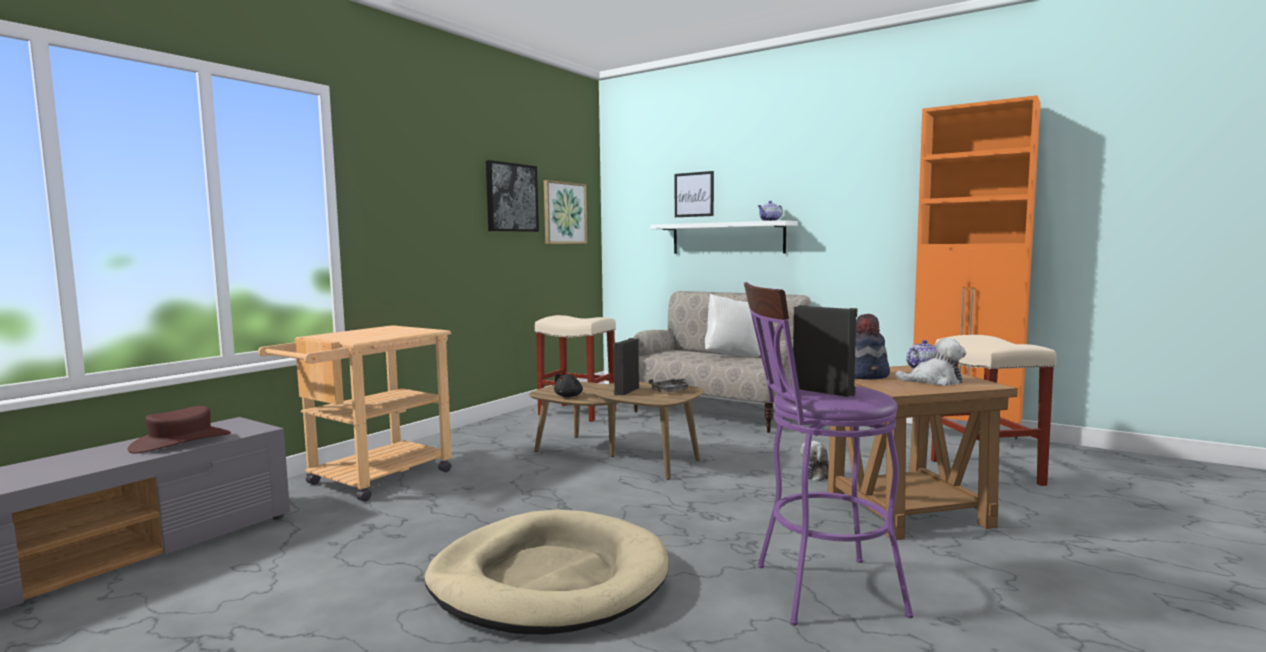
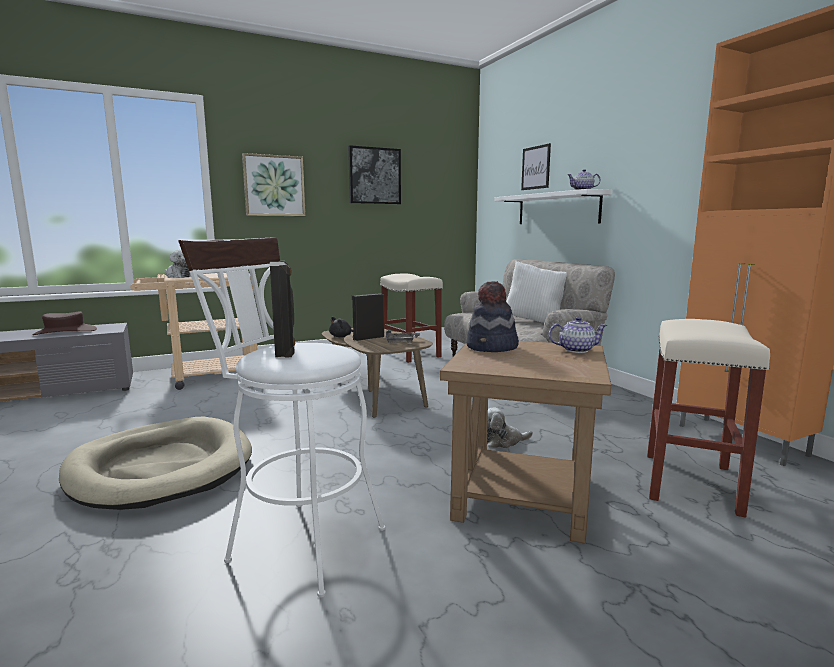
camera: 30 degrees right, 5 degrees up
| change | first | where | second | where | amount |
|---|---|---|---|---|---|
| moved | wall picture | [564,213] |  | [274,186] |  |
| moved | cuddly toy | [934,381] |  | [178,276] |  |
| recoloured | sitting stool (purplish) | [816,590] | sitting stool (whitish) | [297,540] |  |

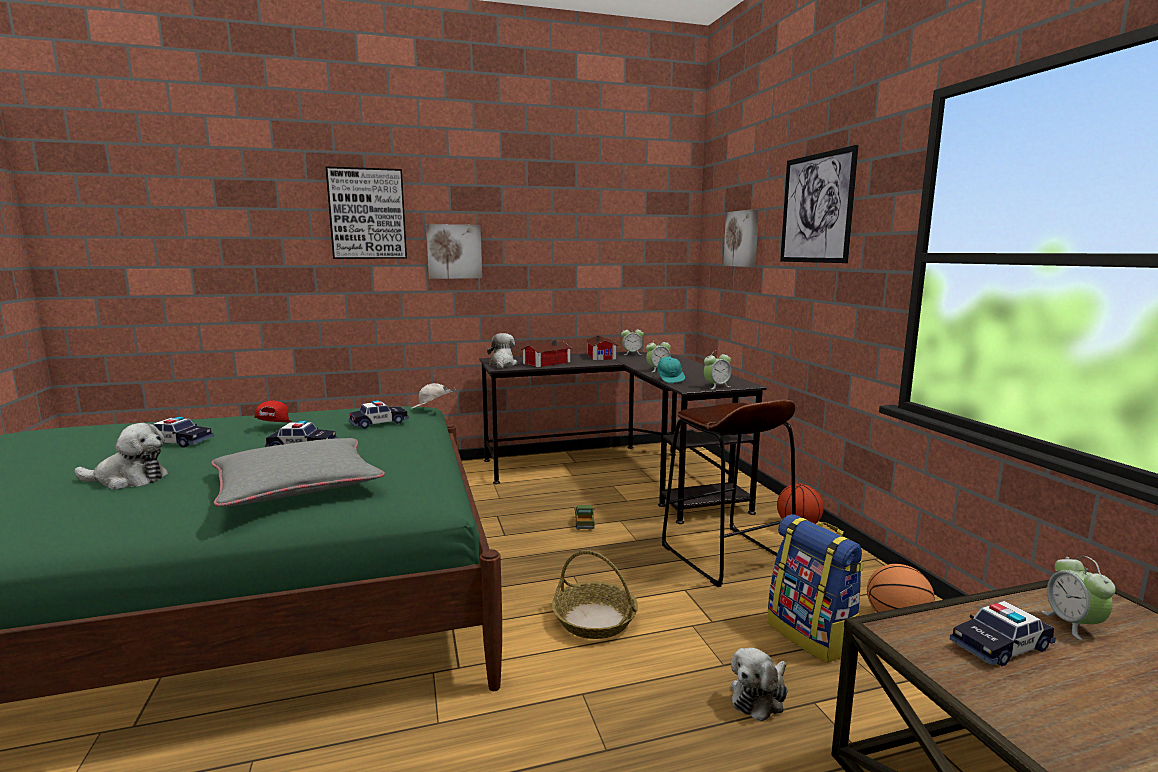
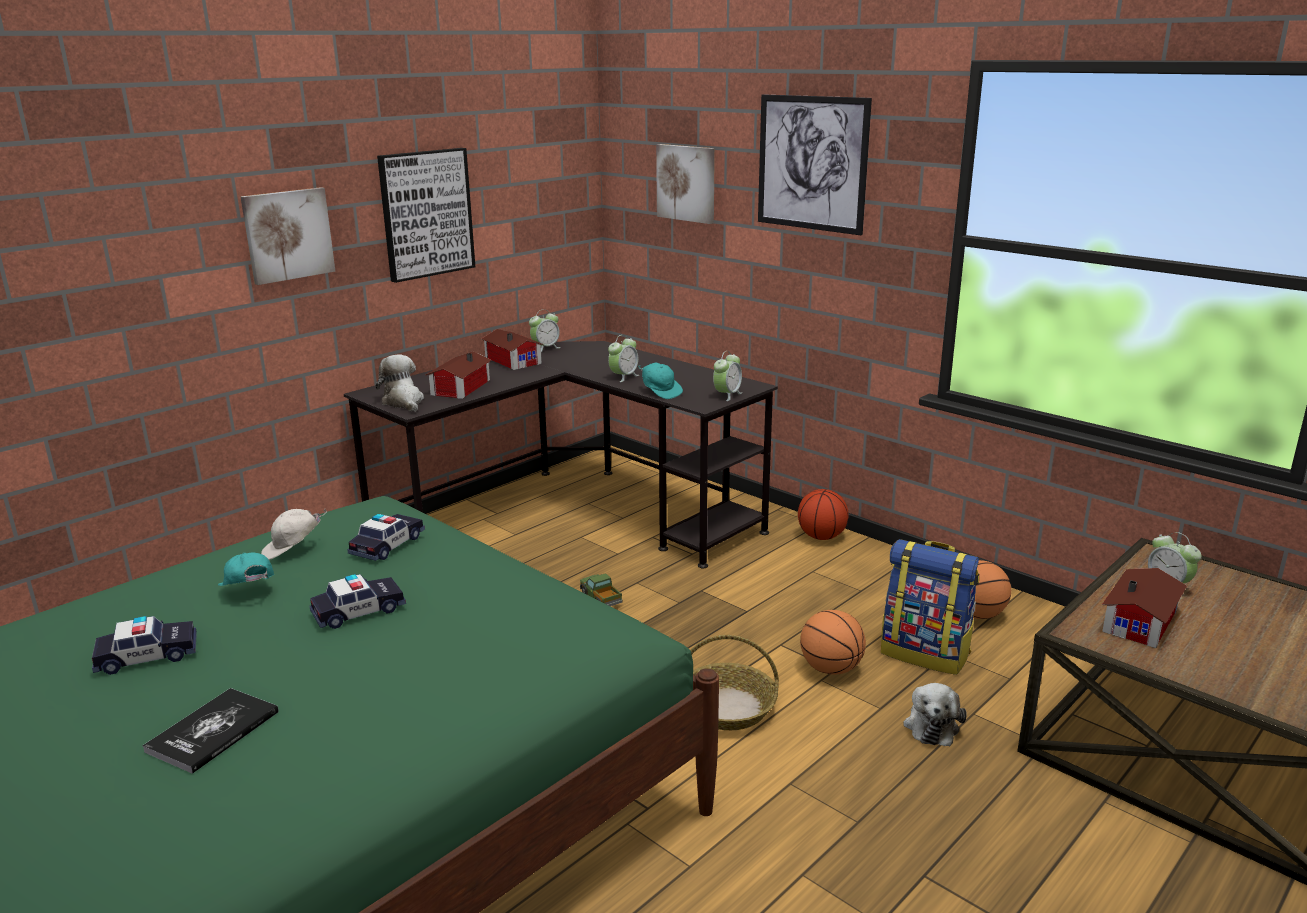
camera: 30 degrees left, 10 degrees up
| change | first | where | second | where | amount |
|---|---|---|---|---|---|
| removed | throw pillow (greyish) | [297,484] |  |  |  |
| removed | sitting stool (brown) | [726,555] |  |  |  |
| added |  |  | basketball | [830,669] |  |
| moved | wall picture | [367,214] |  | [426,213] |  |
| moved | baseball cap (whitish) | [431,408] |  | [293,550] |  |
| replaced | cuddly toy | [128,480] | volume | [213,731] |  |
| replaced | miniature car | [1001,645] | toy house | [1143,620] |  |
| recoloured | baseball cap (red-coloured) | [273,428] | baseball cap (turquoise) | [249,593] |  |

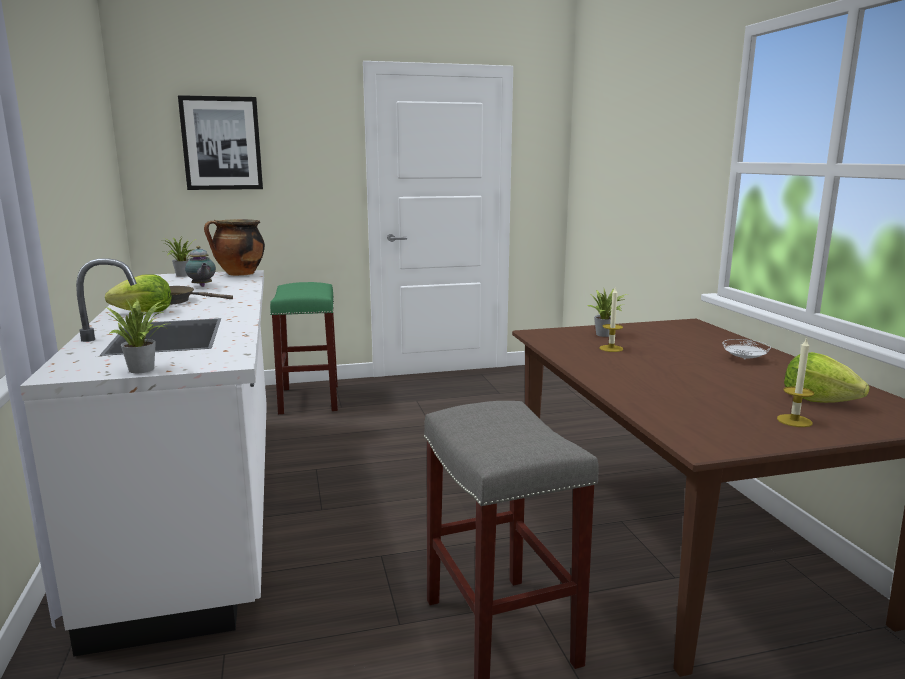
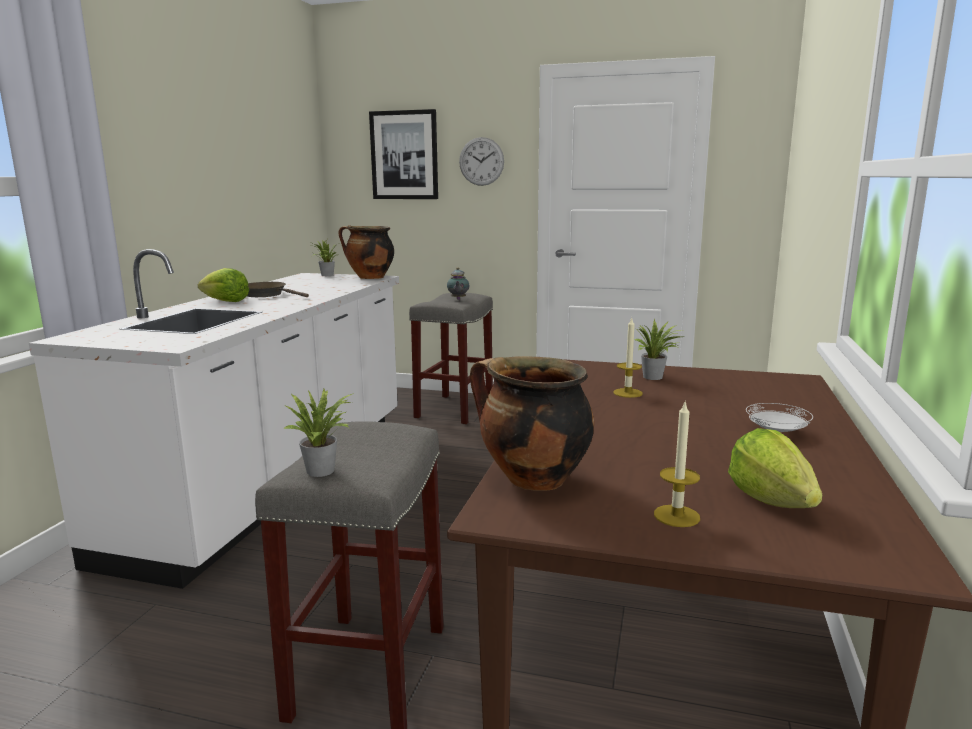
camera: 30 degrees right, 0 degrees up
| change | first | where | second | where | amount |
|---|---|---|---|---|---|
| added |  |  | clock on the wall | [481,161] |  |
| added |  |  | saucepot | [532,480] |  |
| moved | plant in a pot | [145,369] |  | [324,470] |  |
| moved | teapot | [202,286] |  | [458,299] |  |
| recoloured | sitting stool (green) | [309,399] | sitting stool (greyish) | [454,409] |  |

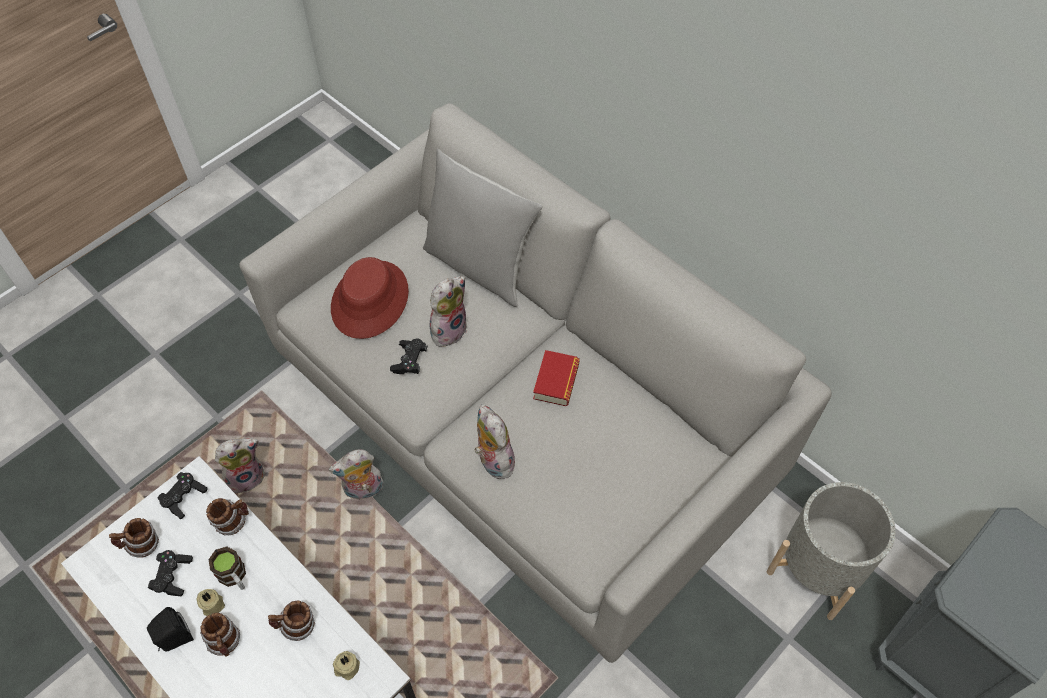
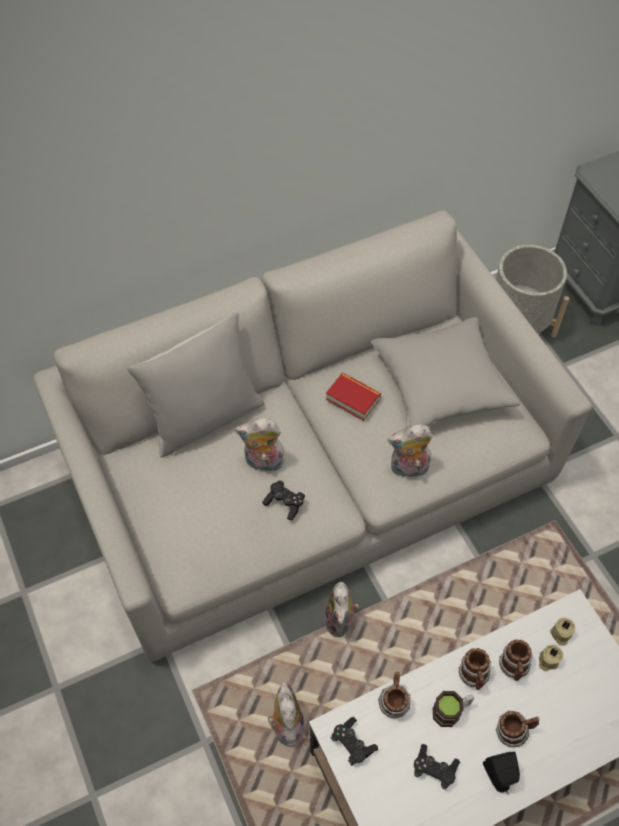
camera: 70 degrees left, 0 degrees up
| change | first | where | second | where | amount |
|---|---|---|---|---|---|
| removed | clothing hat (red-coloured) | [370,300] |  |  |  |
| added |  |  | throw pillow (greyish) | [441,385] |  |
| moved | mug | [141,545] |  | [474,676] |  |
| moved | candle (beige-coloured) | [212,604] |  | [547,661] |  |
| turned | cuddly toy | [448,329] |  | [263,463] | 60 degrees counterclockwise |

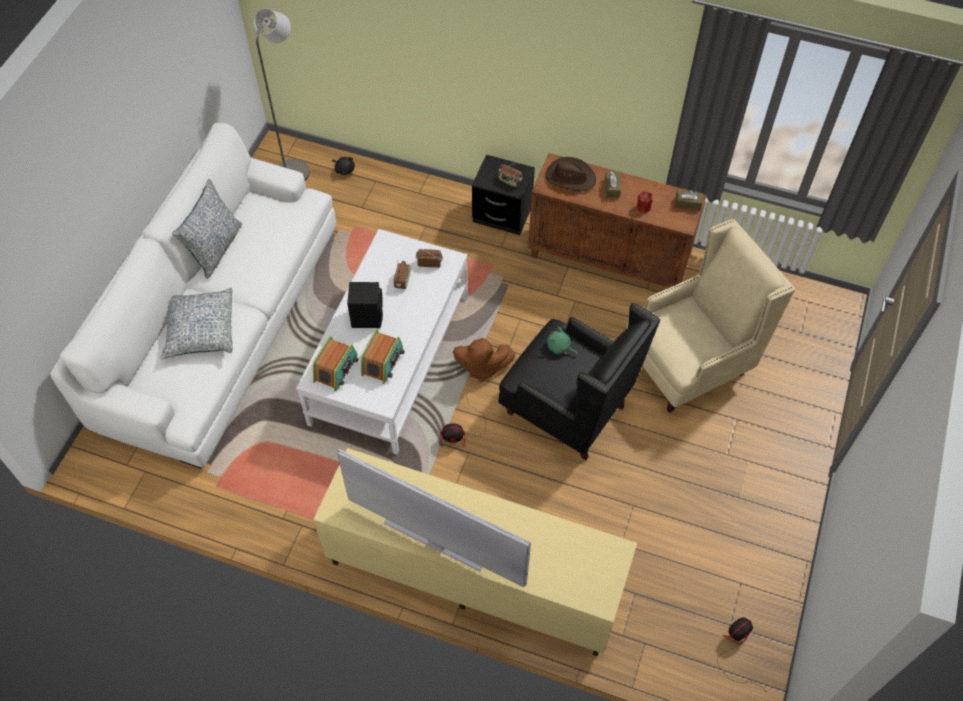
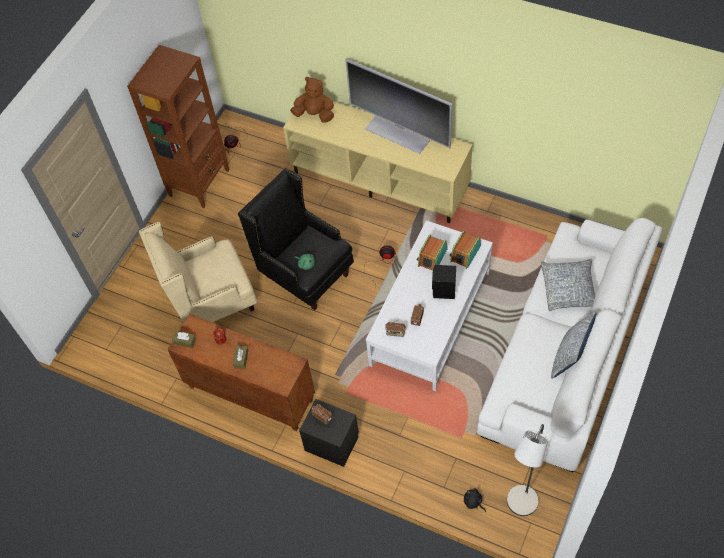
camera: 170 degrees left, 0 degrees up
| change | first | where | second | where | amount |
|---|---|---|---|---|---|
| removed | clothing hat (brown) | [570,177] |  |  |  |
| added |  |  | bookcase (brown) | [200,182] |  |
| moved | cuddly toy (brown) | [482,367] |  | [315,114] |  |

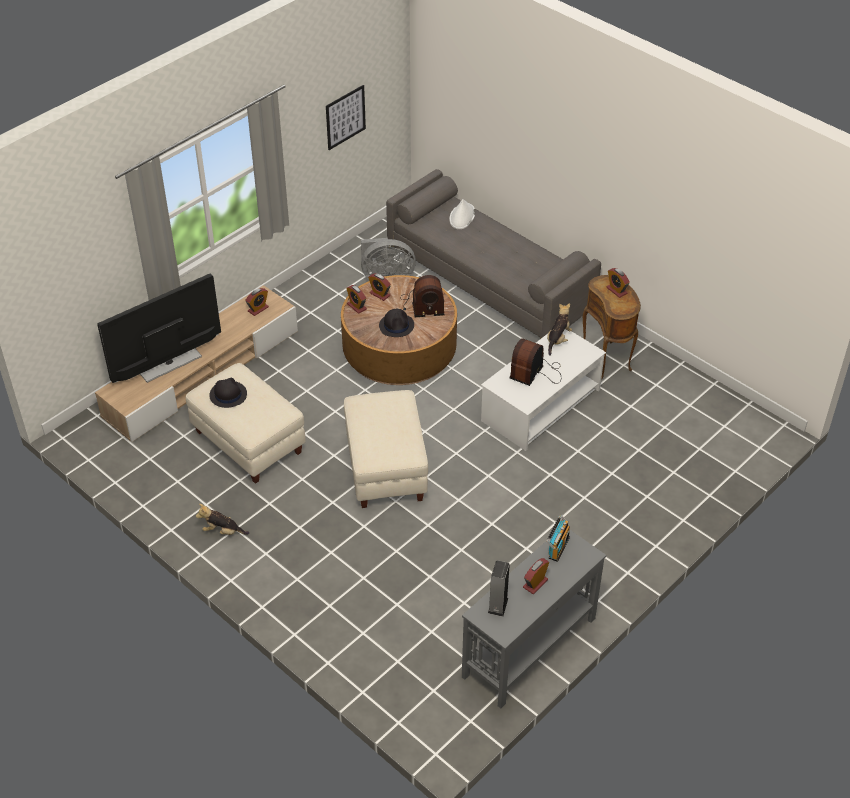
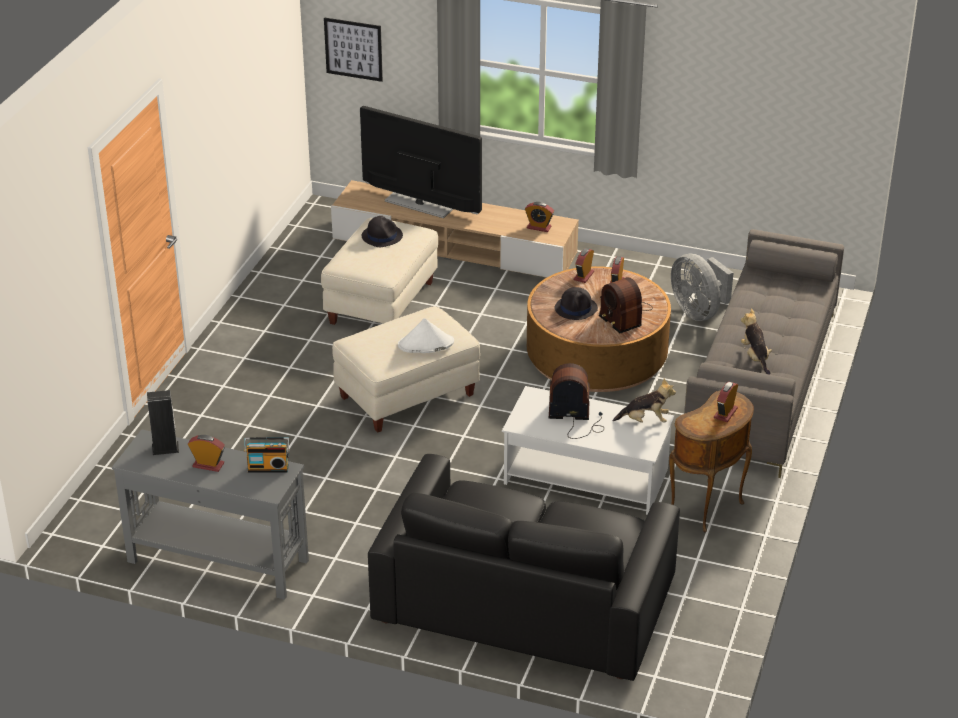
camera: 65 degrees right, 10 degrees down
| change | first | where | second | where | amount |
|---|---|---|---|---|---|
| added |  |  | couch (black-coloured) | [525,598] |  |
| moved | cuddly toy | [222,531] |  | [755,357] |  |
| moved | wall picture | [345,117] |  | [353,49] |  |
| moved | clothing hat (whitish) | [462,217] |  | [425,344] |  |

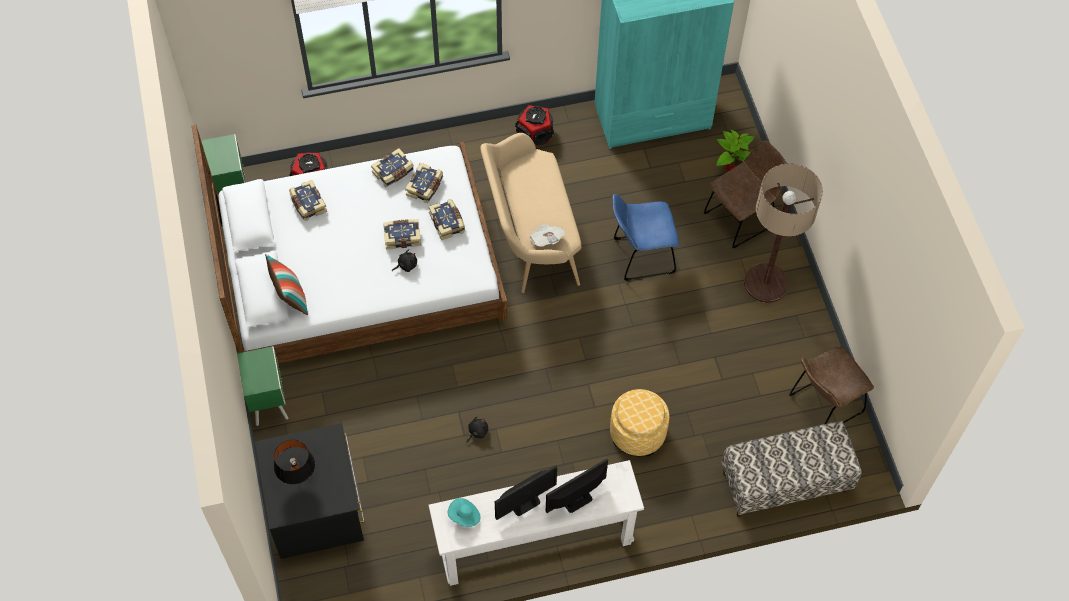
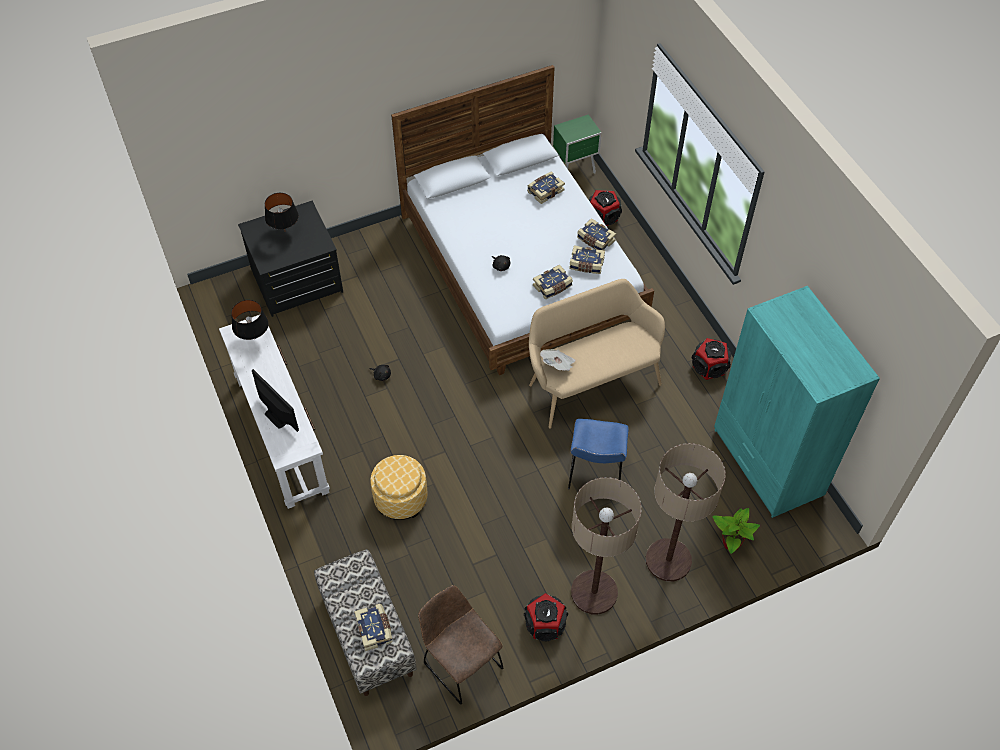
camera: 80 degrees right, 5 degrees down
| change | first | where | second | where | amount |
|---|---|---|---|---|---|
| removed | bedside table (green) | [269,402] |  |  |  |
| removed | throw pillow | [290,297] |  |  |  |
| removed | monitor | [524,502] |  |  |  |
| added |  |  | speaker | [545,624] |  |
| moved | volume | [402,236] |  | [375,629] |  |
| replaced | clothing hat (turquoise) | [464,516] | lamp for a table (black-coloured) | [254,339] |  |
| replaced | chair (brown) | [741,218] | standing lamp | [668,560] |  |
| turned | chair (bluish) | [640,256] |  | [595,474] | 150 degrees counterclockwise |

